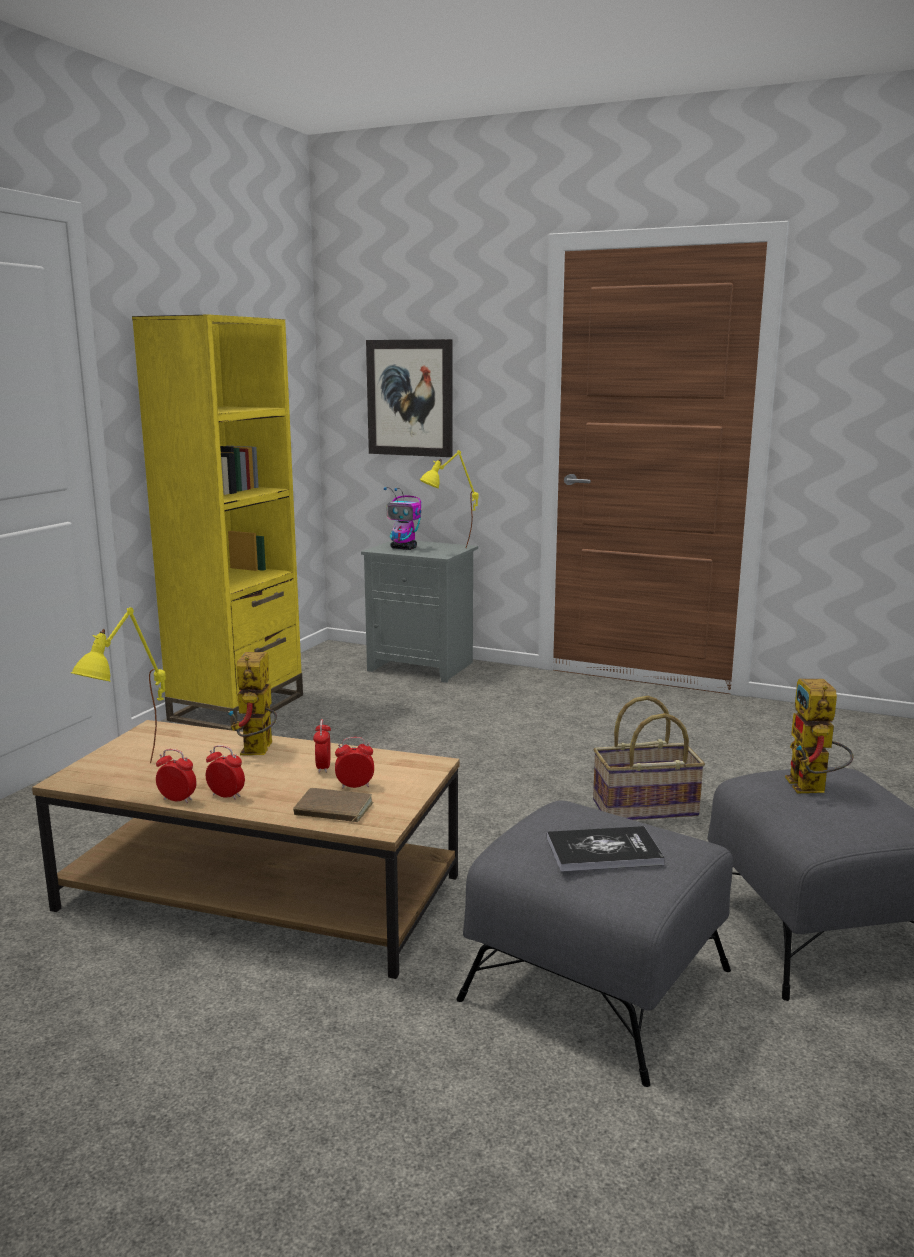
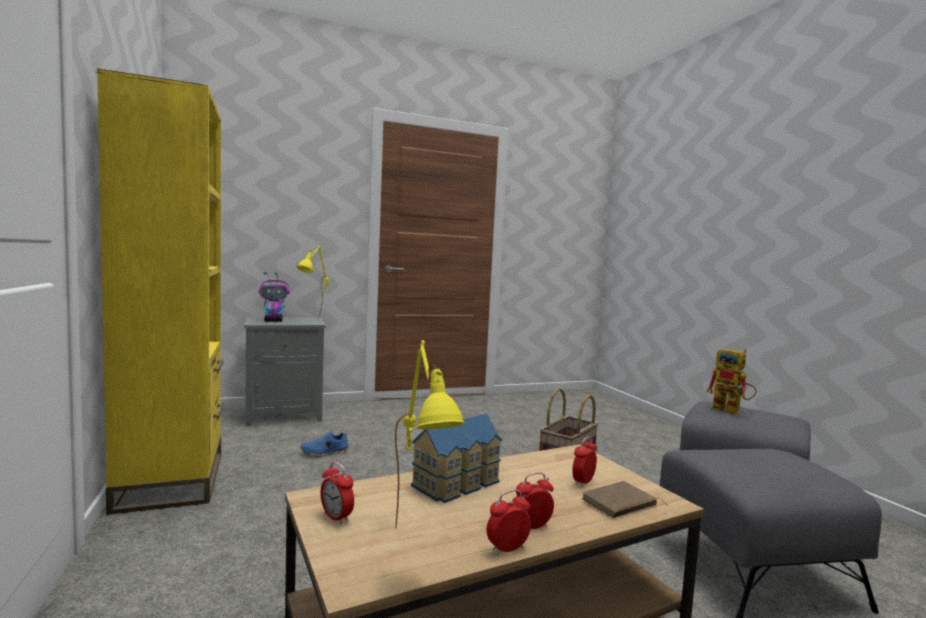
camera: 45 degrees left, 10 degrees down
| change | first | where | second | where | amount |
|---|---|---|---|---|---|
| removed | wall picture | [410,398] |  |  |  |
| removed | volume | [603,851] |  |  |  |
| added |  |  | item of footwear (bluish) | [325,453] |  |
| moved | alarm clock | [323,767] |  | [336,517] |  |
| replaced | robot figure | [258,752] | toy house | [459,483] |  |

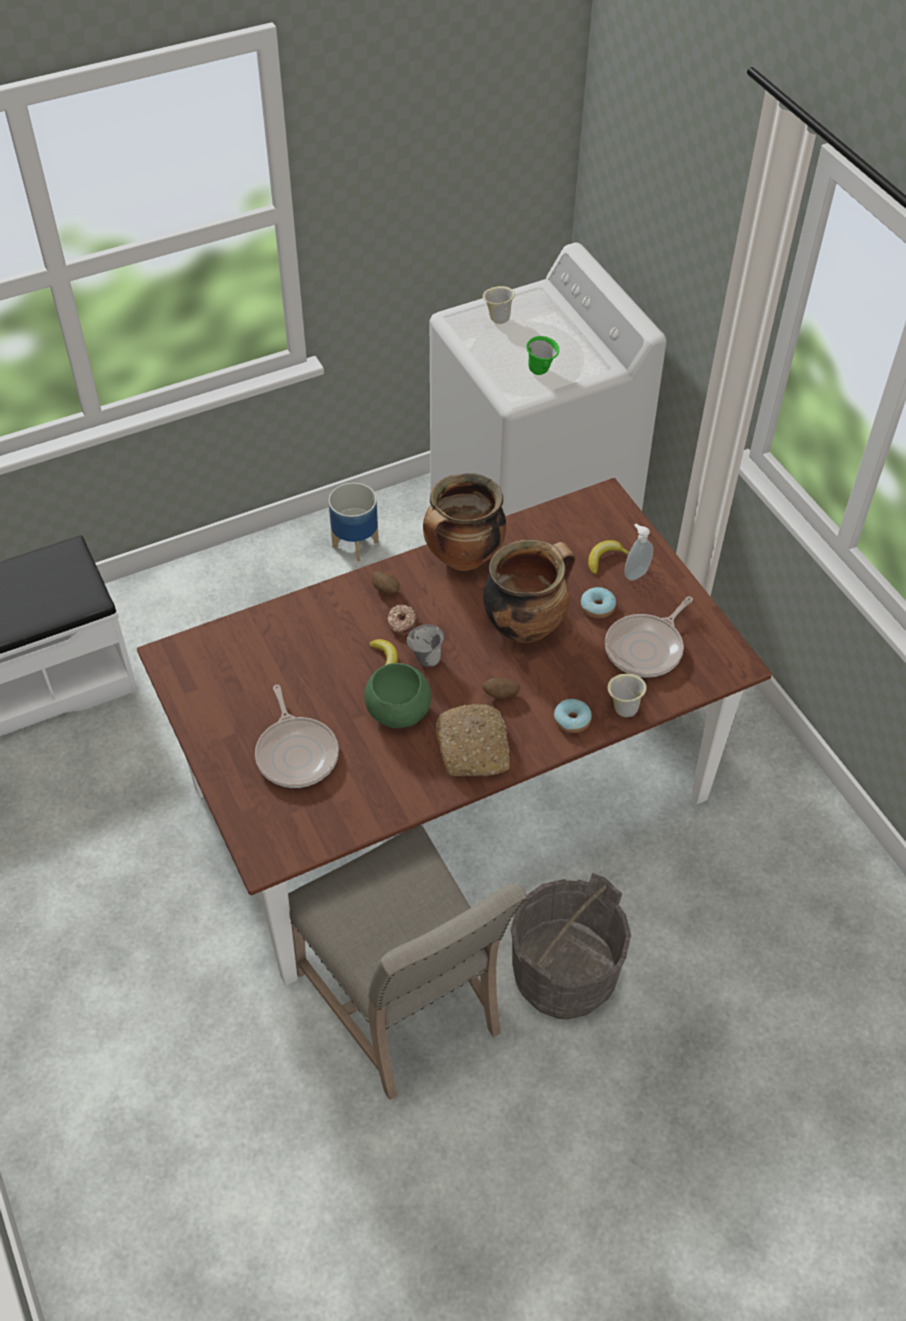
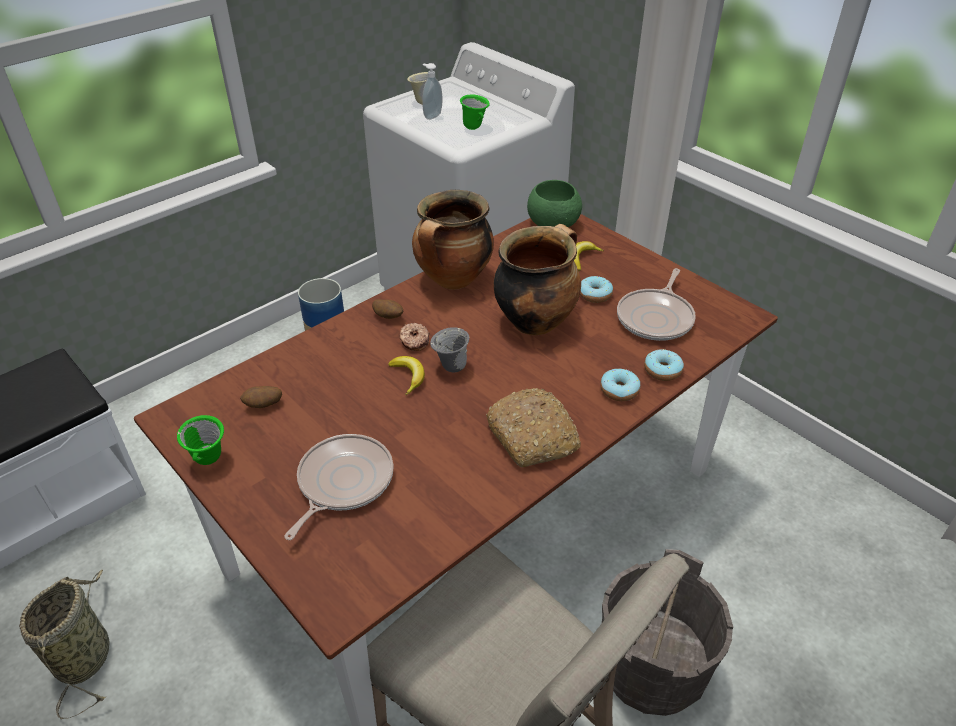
camera: 15 degrees left, 10 degrees down
| change | first | where | second | where | amount |
|---|---|---|---|---|---|
| added |  |  | basket | [85,655] |  |
| added |  |  | mug (green) | [210,461] |  |
| moved | deep dish (green) | [396,712] |  | [552,224] |  |
| moved | spud | [500,695] |  | [263,405] |  |
| moved | soap bottle | [635,573] |  | [431,116] |  |
| replaced | mug (beige-coloured) | [623,709] | donut | [662,370] |  |
| turned | pan | [296,753] |  | [342,482] | 120 degrees counterclockwise |

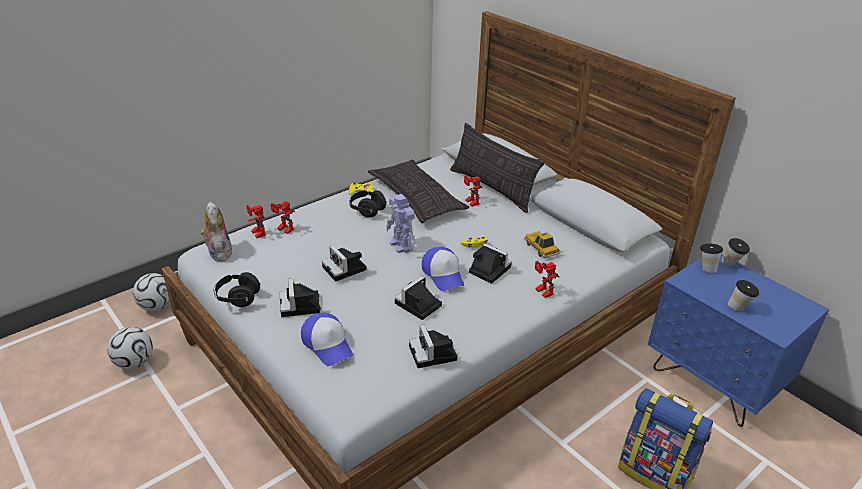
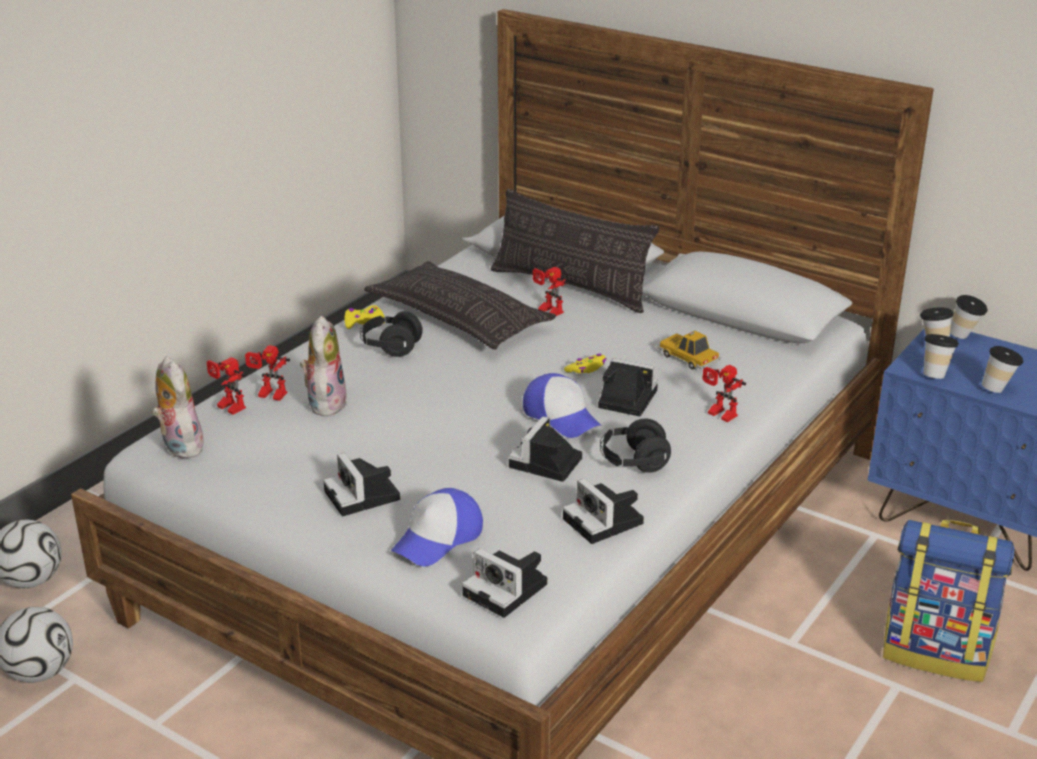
camera: 15 degrees left, 5 degrees down
| change | first | where | second | where | amount |
|---|---|---|---|---|---|
| removed | robot figure | [401,246] |  |  |  |
| added |  |  | cuddly toy | [325,403] |  |
| added |  |  | drinking cup | [935,374] |  |
| moved | headset (black-coloured) | [238,298] |  | [633,462] |  |
| moved | still camera | [345,269] |  | [508,590] |  |
| turned | baseball cap | [327,344] |  | [438,538] | 90 degrees clockwise |

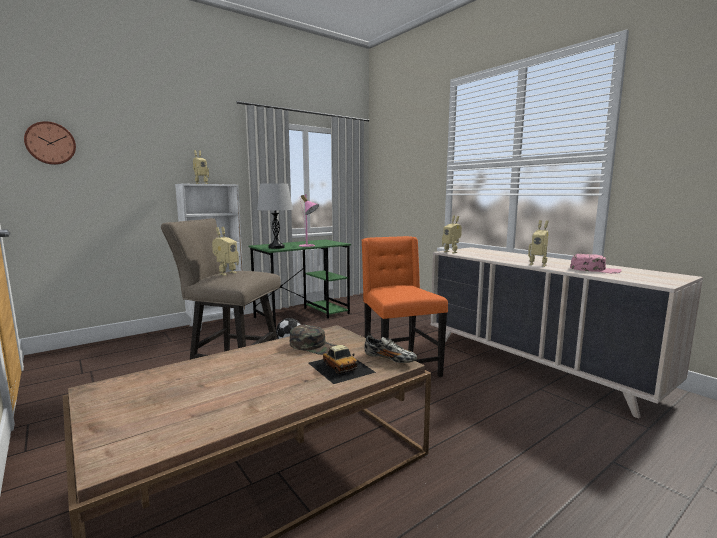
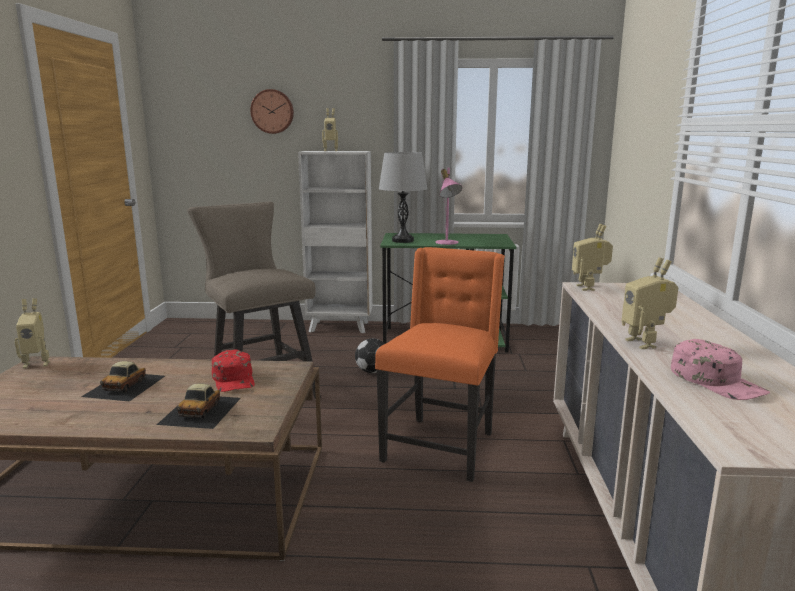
camera: 40 degrees right, 5 degrees up
| change | first | where | second | where | amount |
|---|---|---|---|---|---|
| removed | item of footwear | [390,360] |  |  |  |
| added |  |  | miniature car | [125,385] |  |
| moved | clock on the wall | [50,143] |  | [272,111] |  |
| moved | robot figure | [226,273] |  | [37,363] |  |
| recoloured | baseball cap (green) | [314,346] | baseball cap (red-coloured) | [234,379] |  |

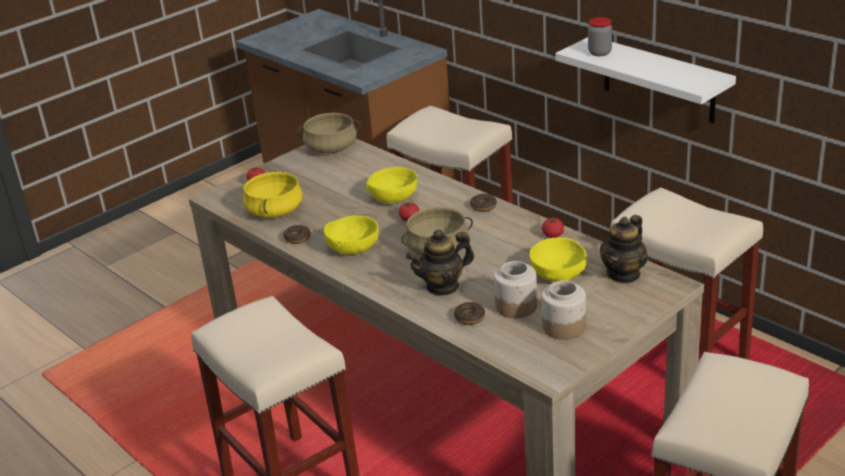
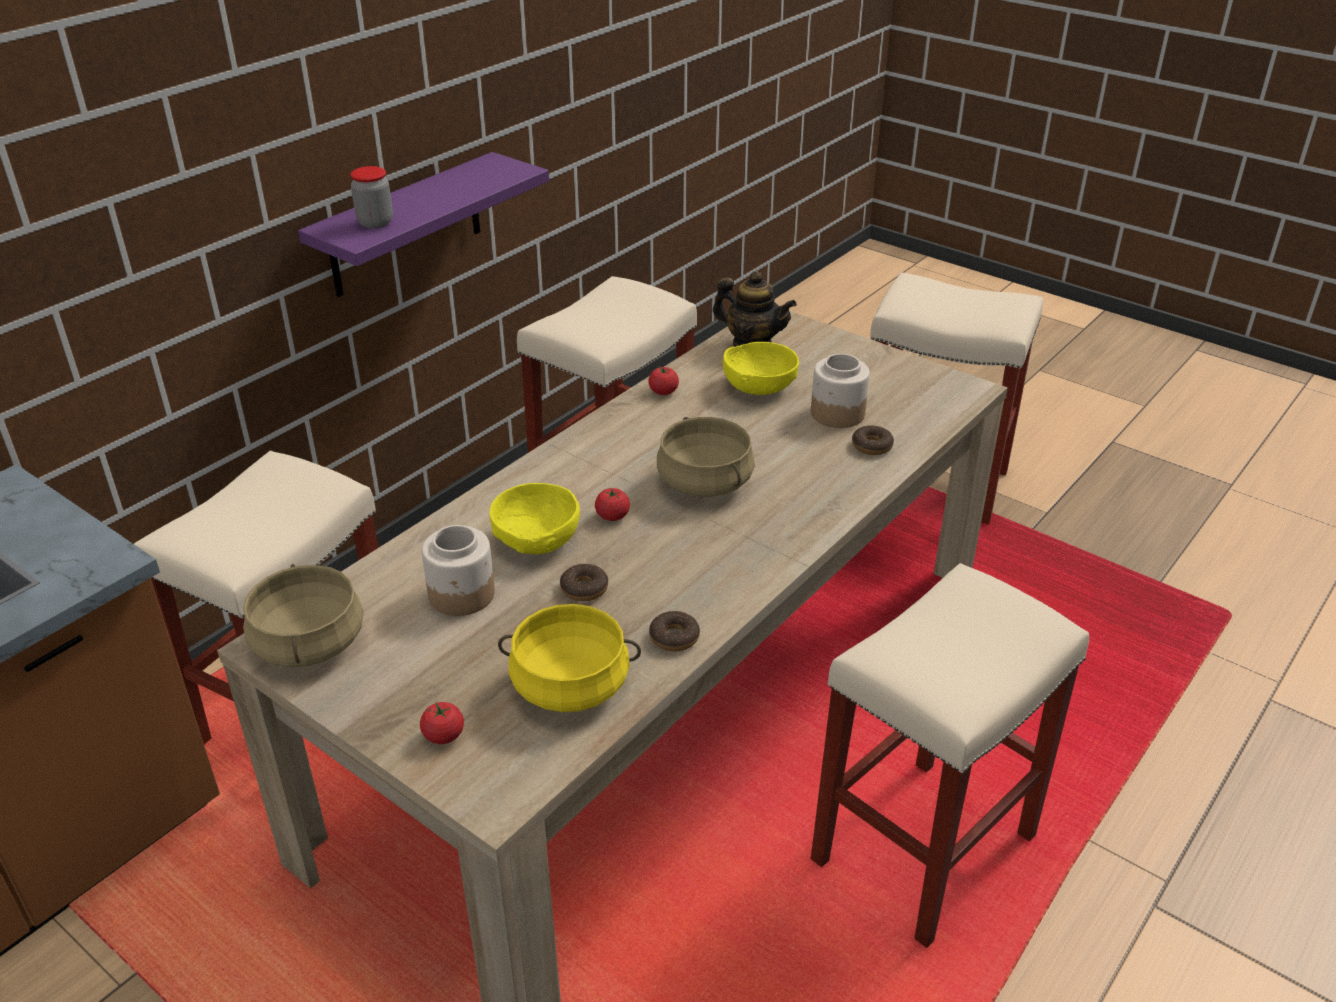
camera: 100 degrees left, 5 degrees up
| change | first | where | second | where | amount |
|---|---|---|---|---|---|
| removed | deep dish (yellow) | [353,248] |  |  |  |
| removed | teapot | [443,286] |  |  |  |
| moved | donut | [483,206] |  | [584,588] |  |
| moved | jar | [563,327] |  | [462,595] |  |
| recoloured | wall shelf (whitish) | [658,80] | wall shelf (purplish) | [406,226] |  |

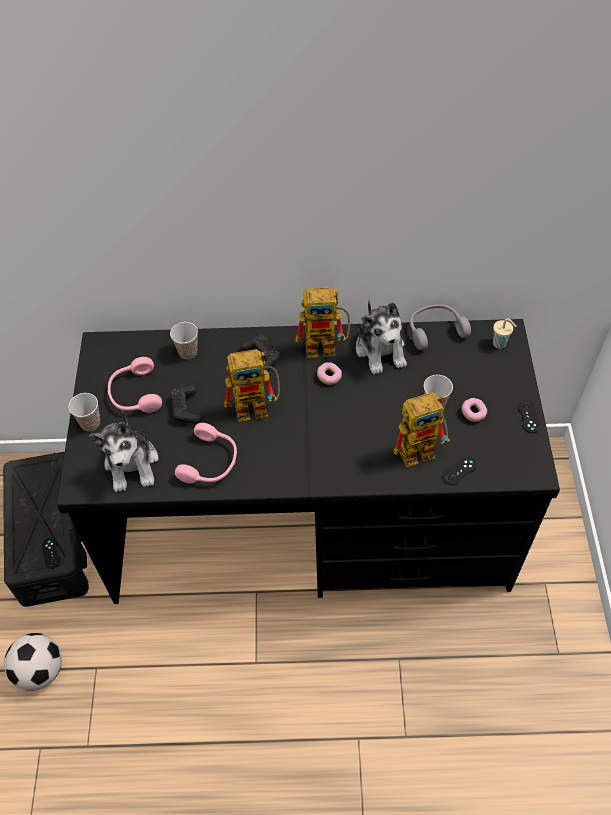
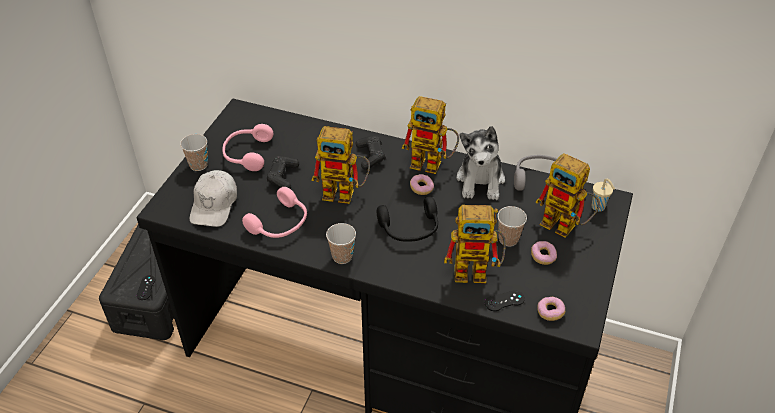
camera: 20 degrees right, 10 degrees down
| change | first | where | second | where | amount |
|---|---|---|---|---|---|
| removed | ball for football | [40,670] |  |  |  |
| removed | gamepad (black-coloured) | [528,416] |  |  |  |
| added |  |  | headset (black-coloured) | [410,229] |  |
| added |  |  | robot figure | [566,226] |  |
| added |  |  | donut | [550,312] |  |
| moved | drinking cup | [188,352] |  | [342,256] |  |
| replaced | cuddly toy | [132,463] | baseball cap (whitish) | [214,205] |  |

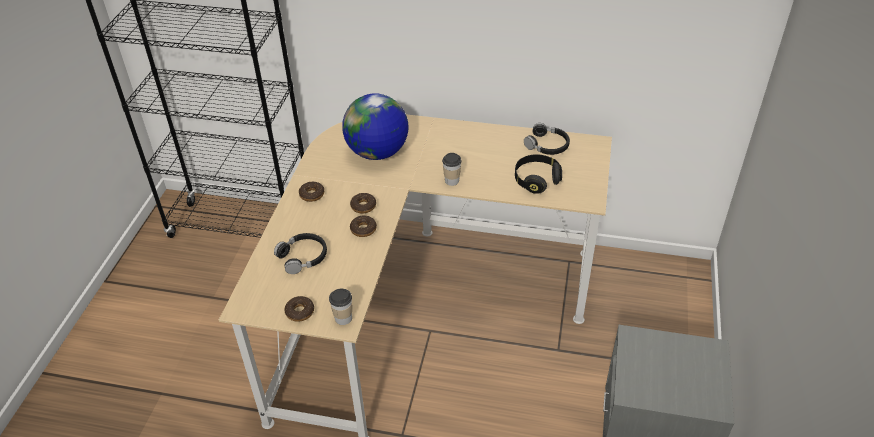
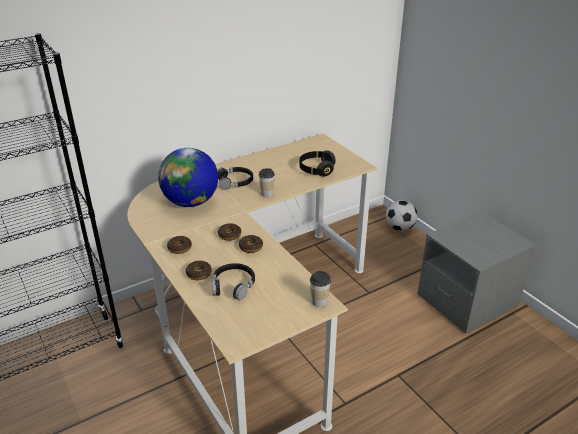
camera: 45 degrees left, 10 degrees down
| change | first | where | second | where | amount |
|---|---|---|---|---|---|
| added |  |  | ball for football | [399,228] |  |
| moved | donut | [300,312] |  | [199,273] |  |
| moved | headset (black-coloured) | [547,145] |  | [235,182] |  |

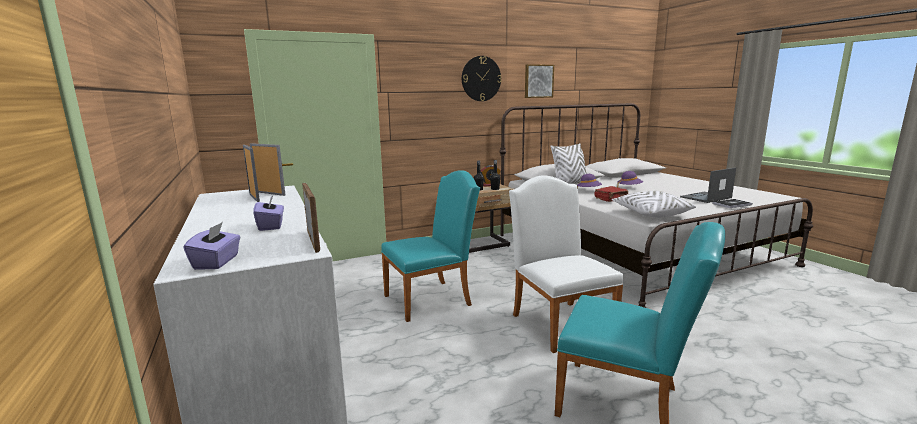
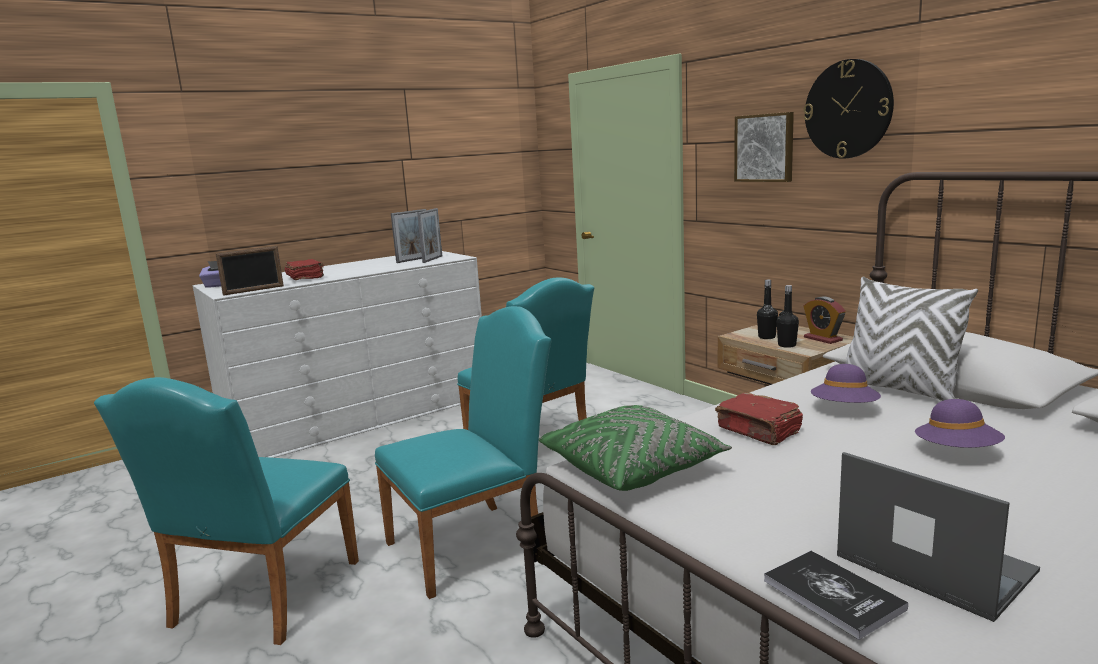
camera: 80 degrees right, 0 degrees up
| change | first | where | second | where | amount |
|---|---|---|---|---|---|
| moved | wall picture | [538,81] |  | [765,148] |  |
| replaced | tissue box (purplish) | [271,226] | volume (red-coloured) | [305,278] |  |
| recoloured | chair (whitish) | [559,322] | chair (turquoise) | [476,544] |  |
| recoloured | throw pillow (whitish) | [651,214] | throw pillow (green) | [633,468] |  |

